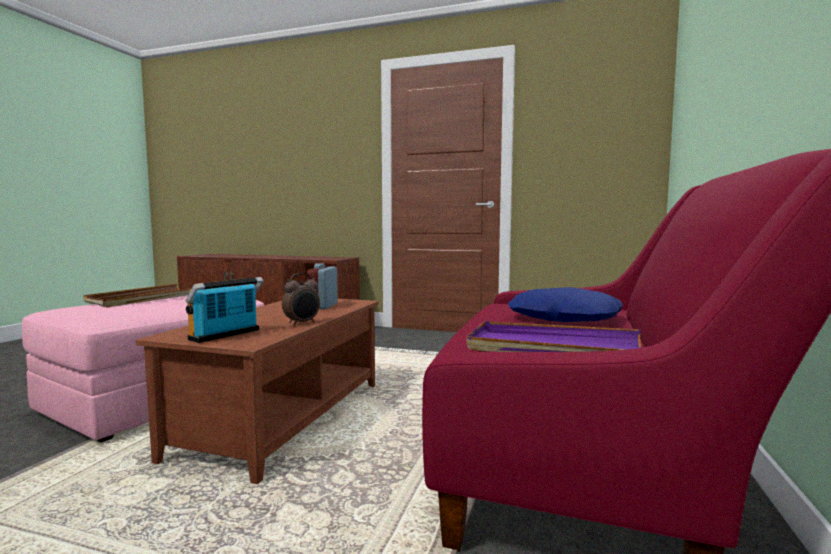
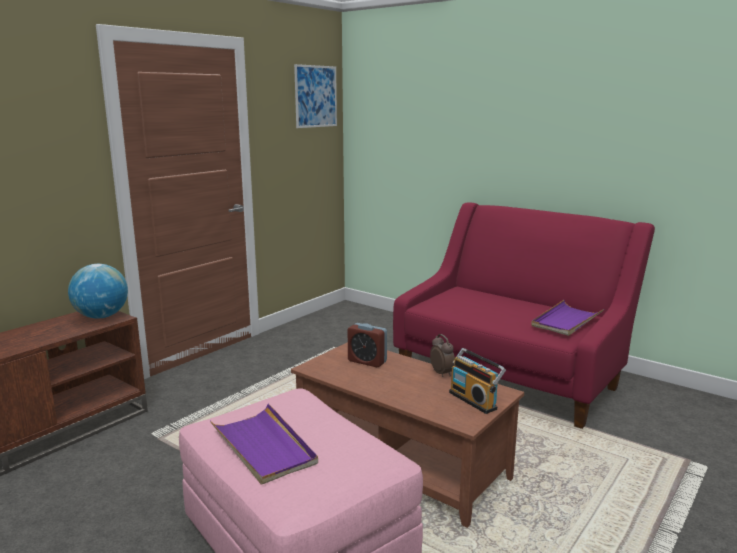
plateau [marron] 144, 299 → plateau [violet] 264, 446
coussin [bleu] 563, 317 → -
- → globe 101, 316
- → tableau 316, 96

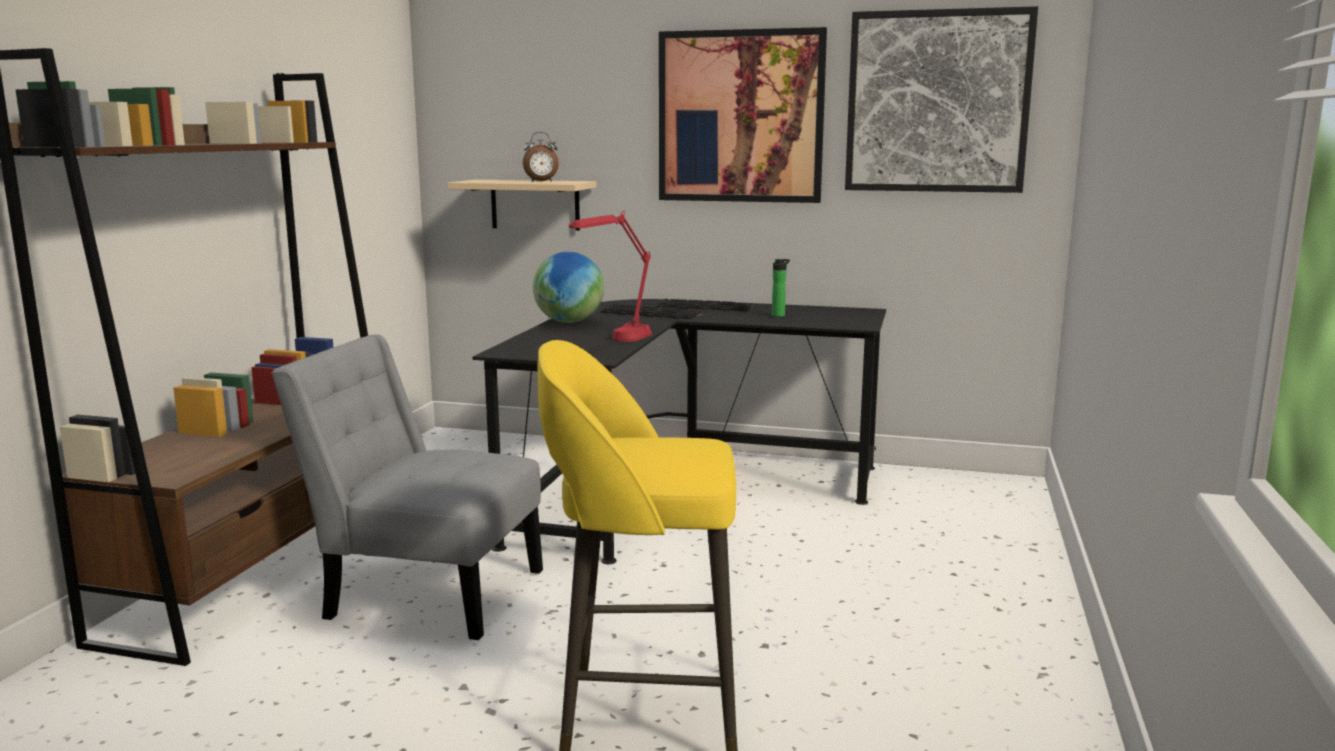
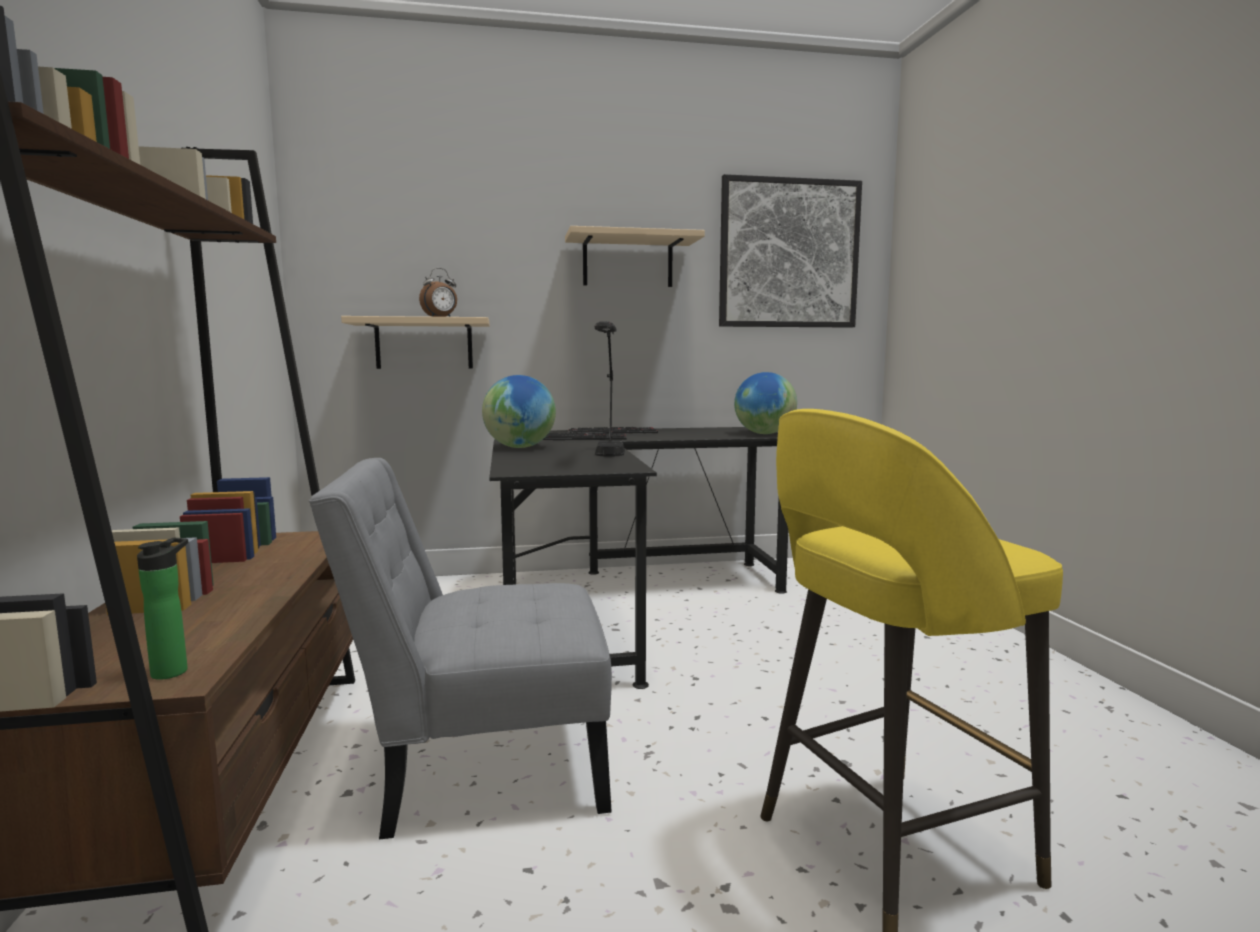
lampe de table [rouge] 615, 342 → lampe de table [noir] 608, 457
tableau 740, 117 → étagère [beige] 627, 262
bouteille 779, 315 → bouteille 174, 670, relocated
- → globe 764, 434

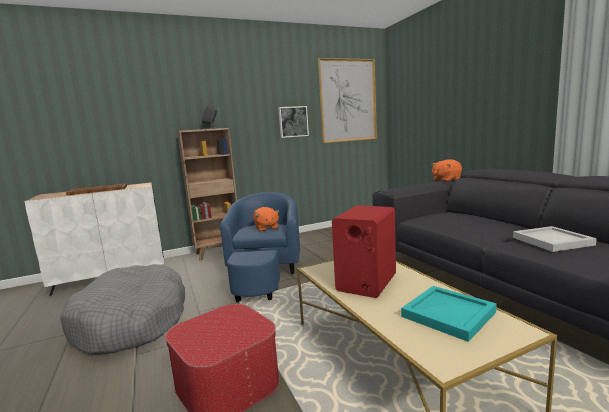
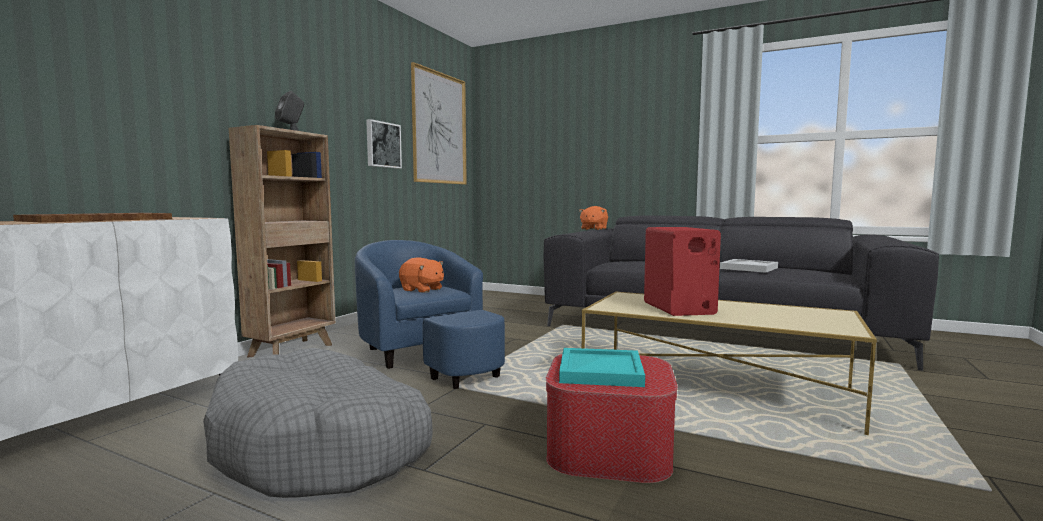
plateau [turquoise] 447, 313 → plateau [turquoise] 599, 370, relocated

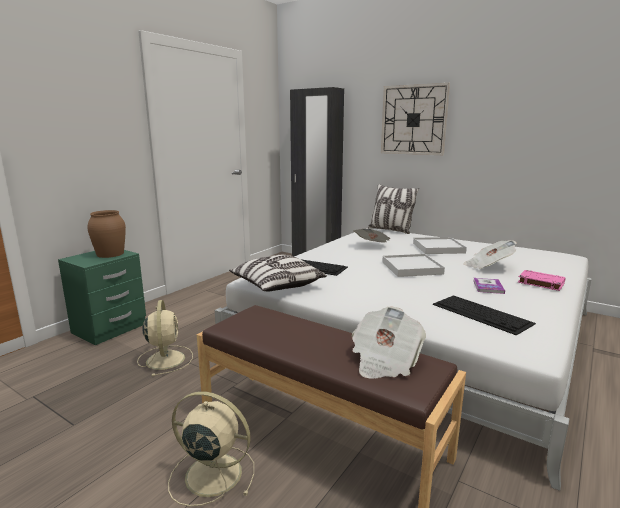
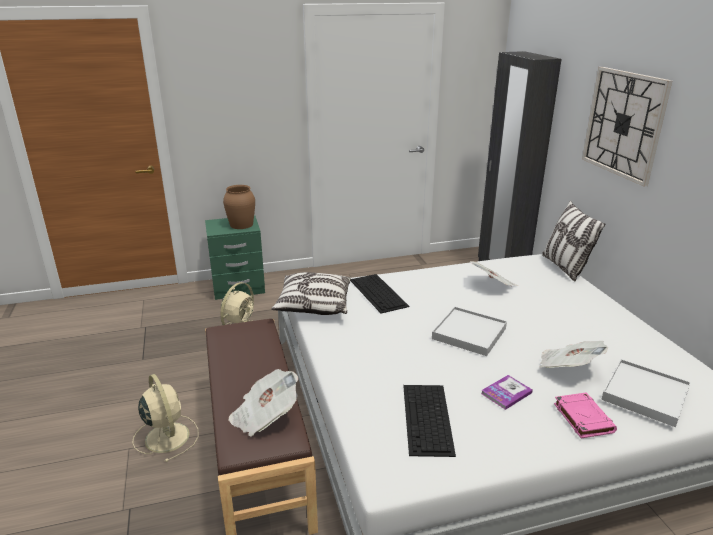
plateau [blanc] 438, 248 → plateau [blanc] 645, 395, relocated

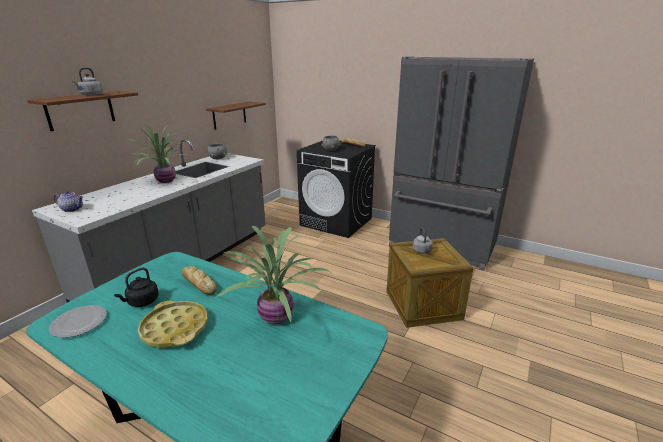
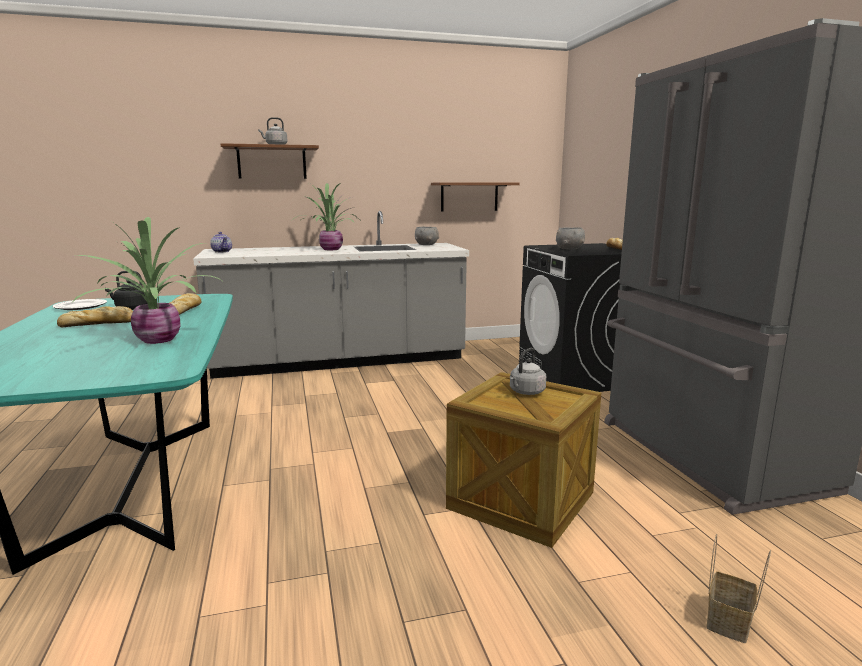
plateau [jaune] 175, 328 → pain 100, 323
- → panier 729, 623

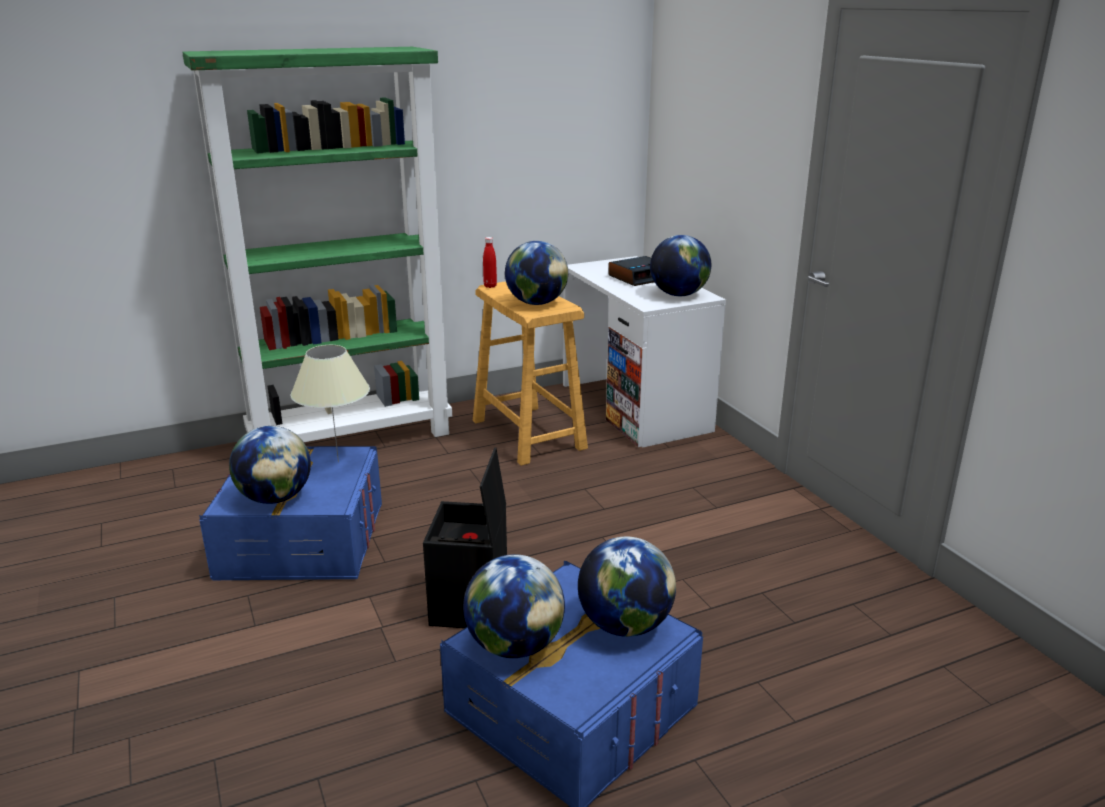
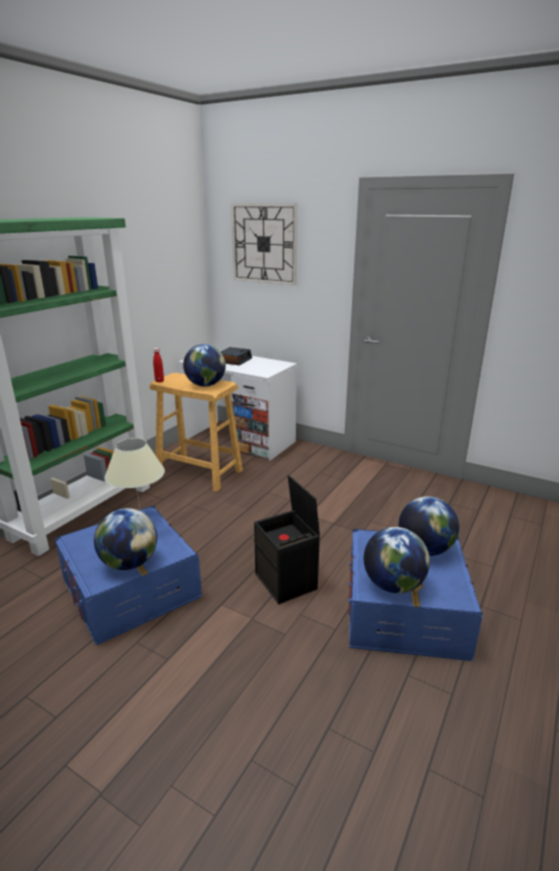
globe 678, 295 → -
- → horloge murale 264, 244

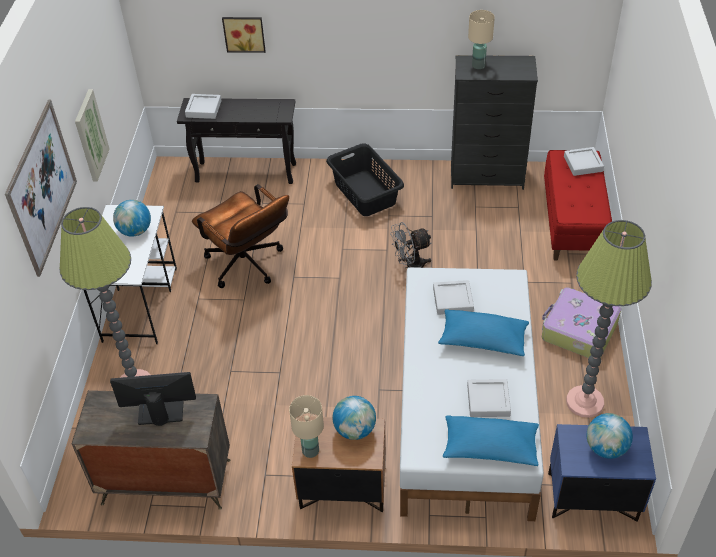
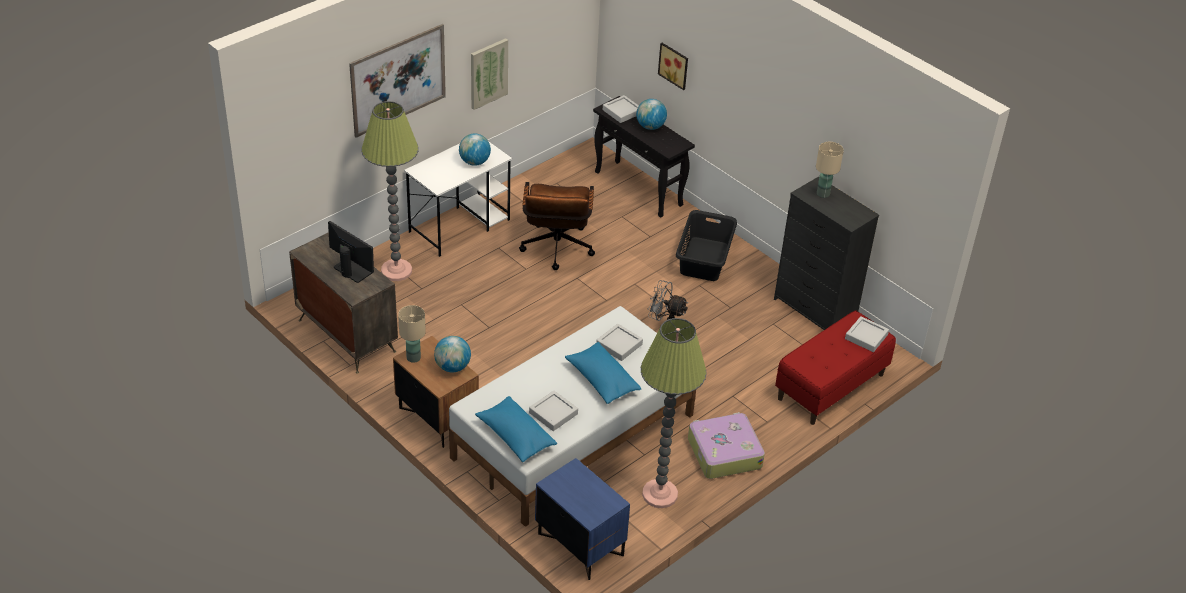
globe 606, 448 → globe 650, 126, relocated

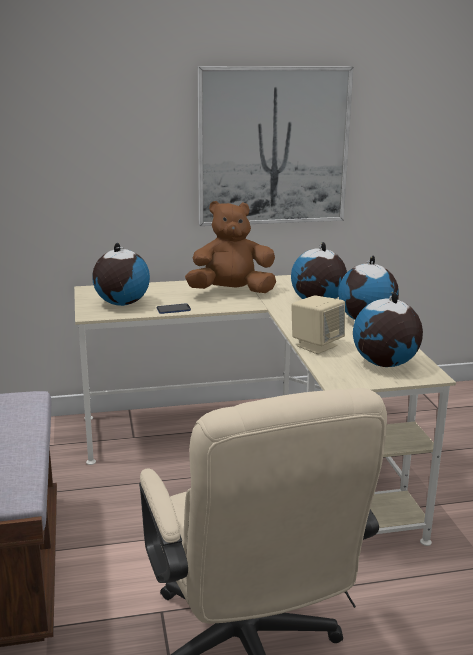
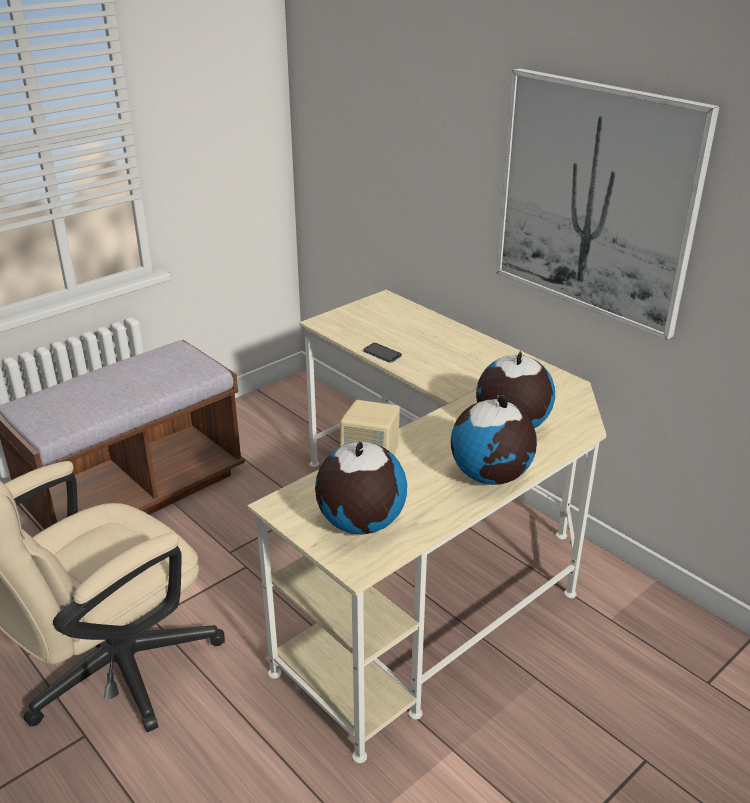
globe 121, 303 → -
peluche [marron] 231, 292 → -

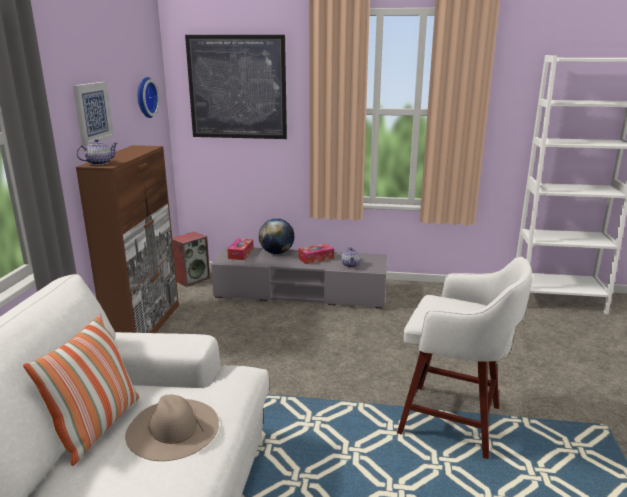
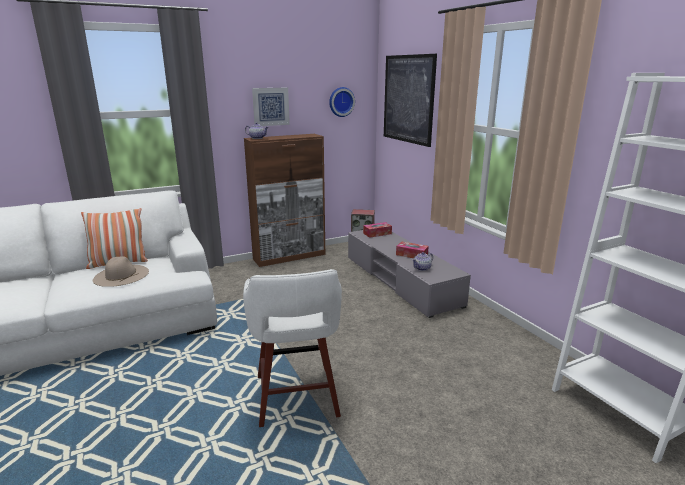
globe 277, 253 → -

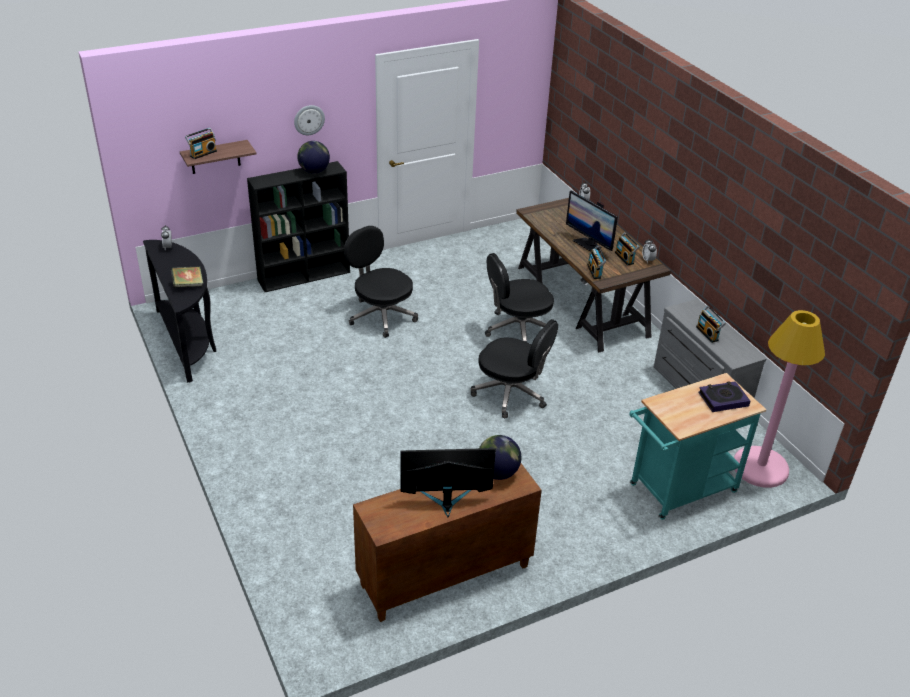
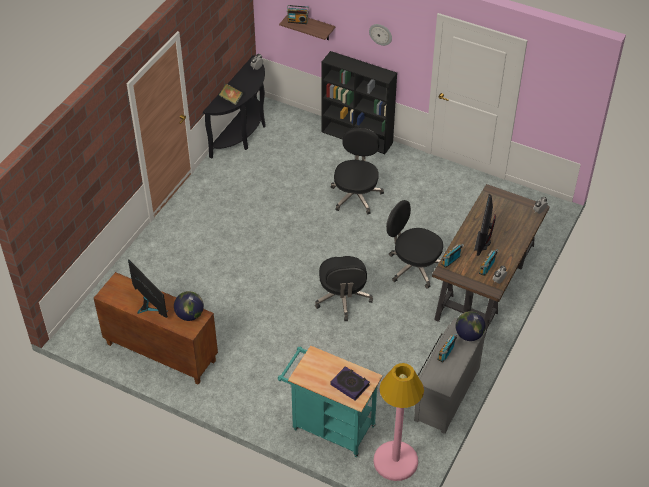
globe 314, 171 → globe 469, 335, relocated

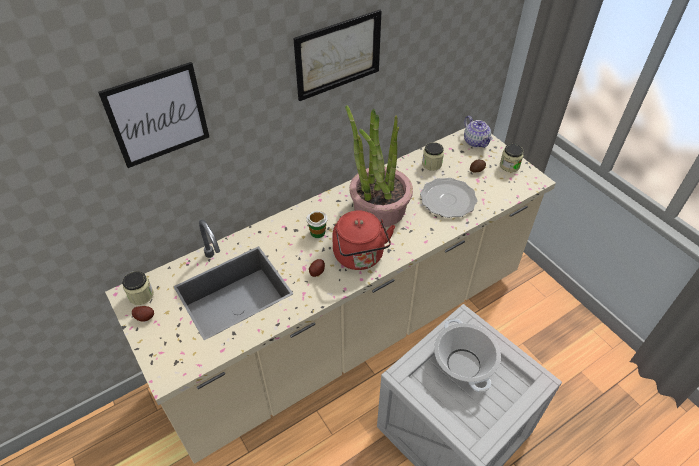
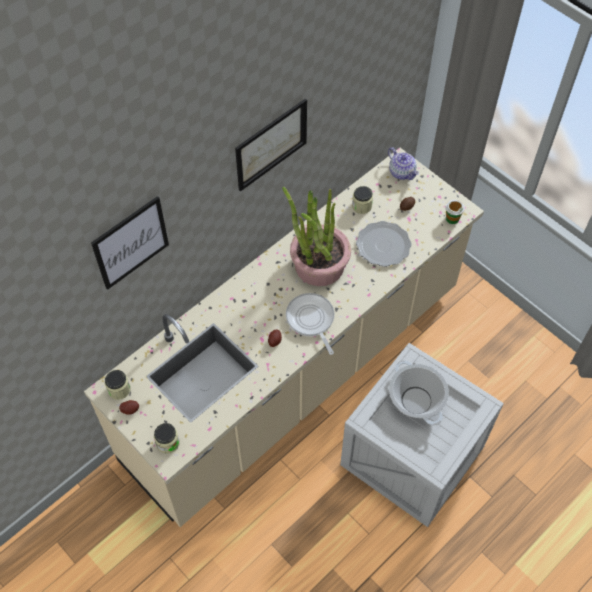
tasse 317, 232 → tasse 452, 218, relocated
bouilloire [rouge] 360, 257 → poêle 311, 320
bocal 509, 166 → bocal 168, 442, relocated

